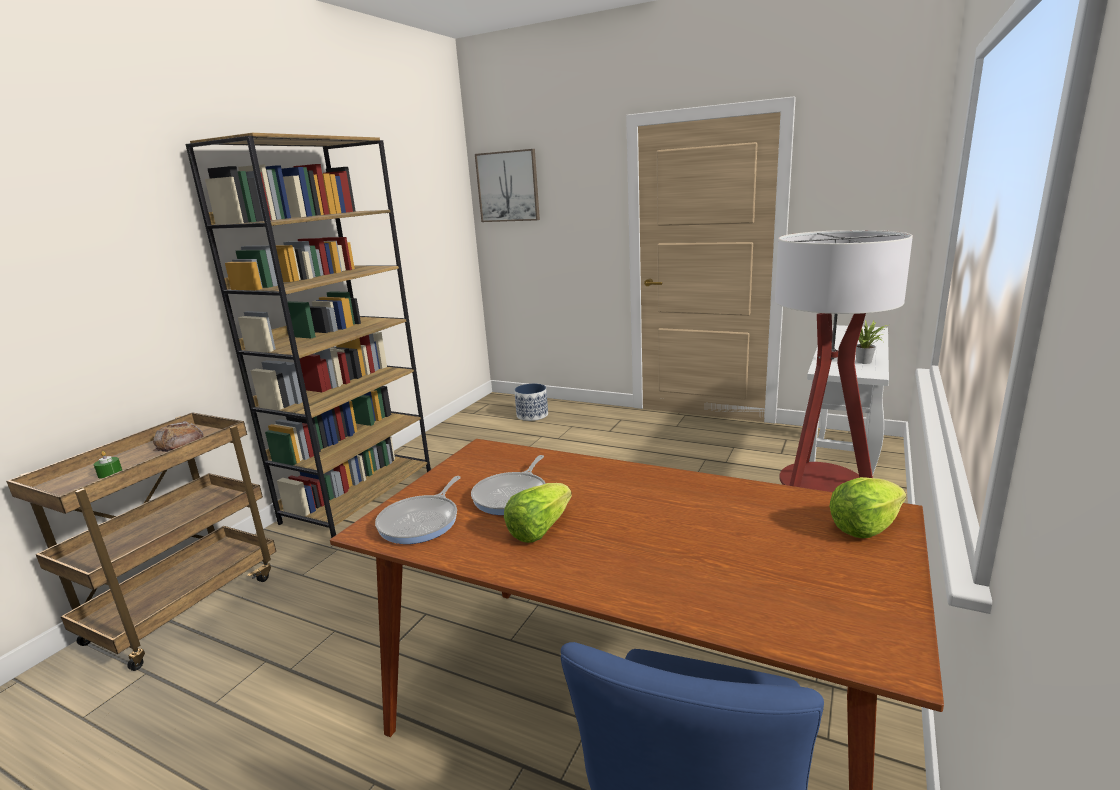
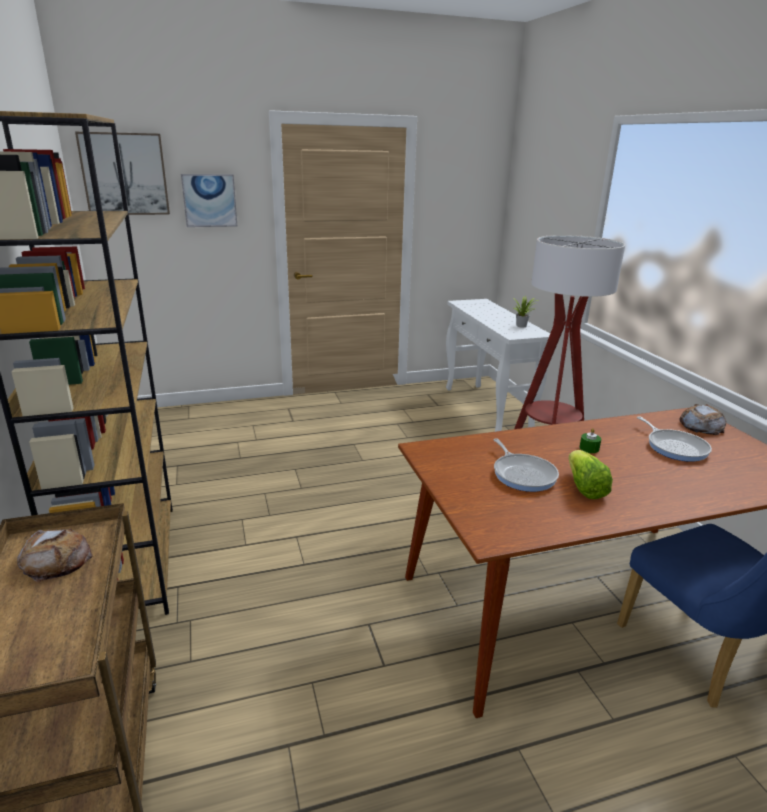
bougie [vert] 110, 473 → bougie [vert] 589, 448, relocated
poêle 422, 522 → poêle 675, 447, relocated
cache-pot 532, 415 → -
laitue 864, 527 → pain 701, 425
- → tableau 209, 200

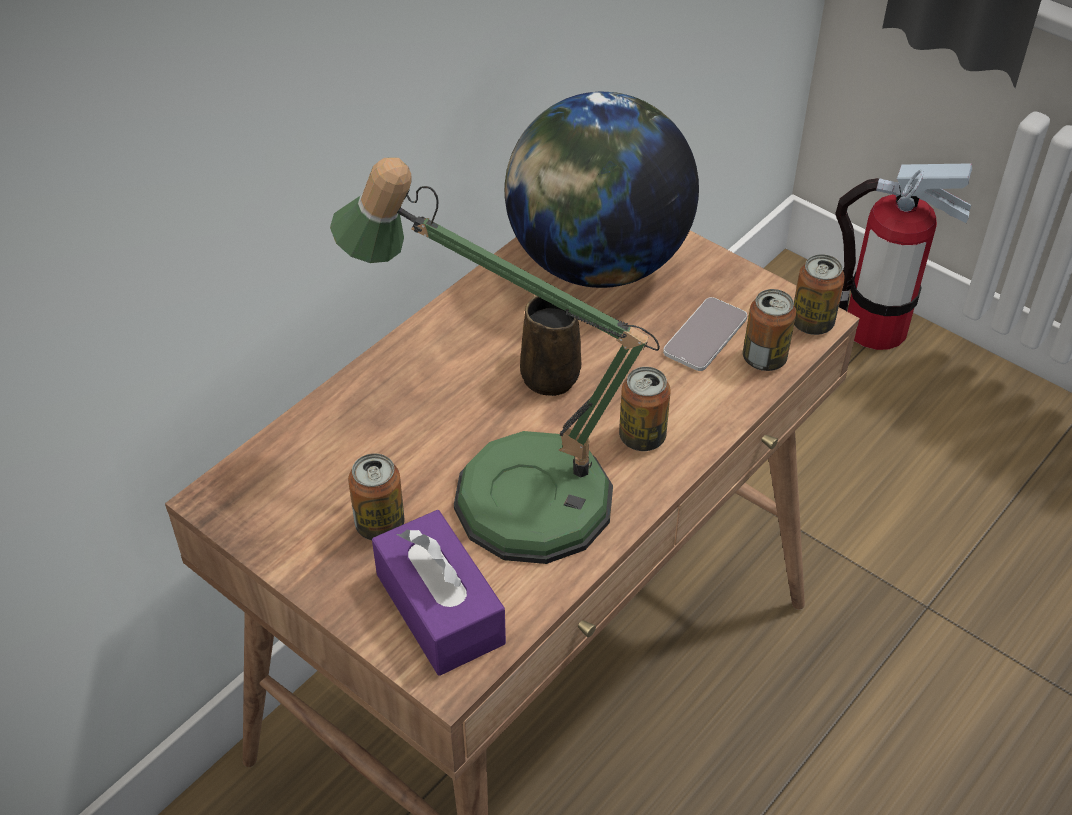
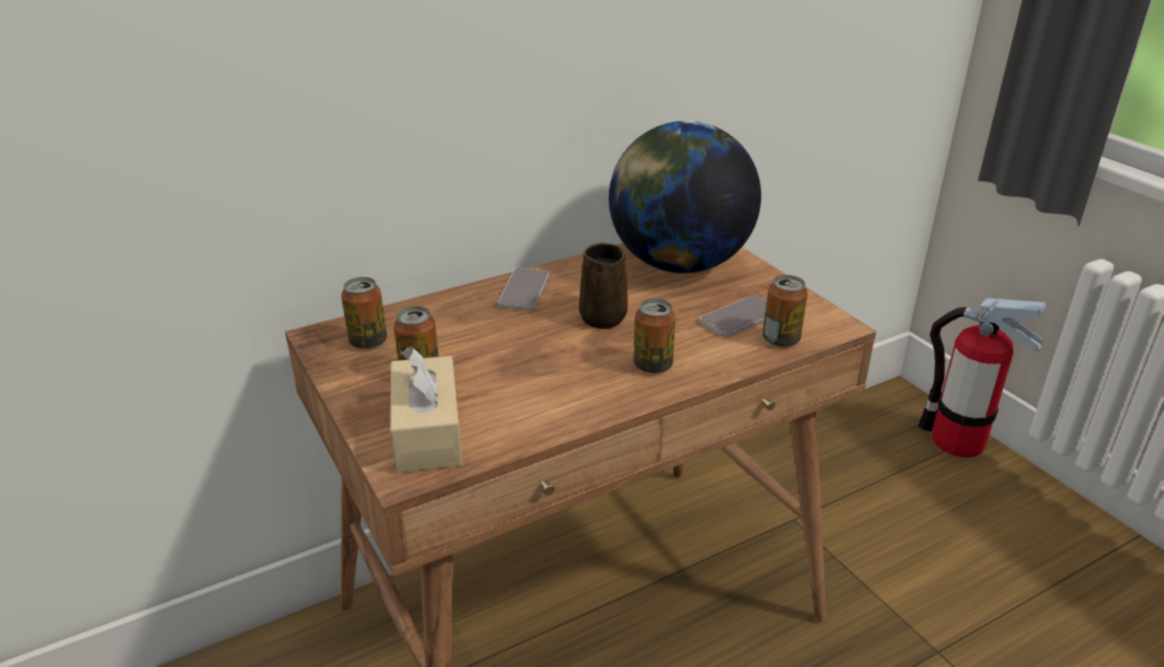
lampe de table 508, 487 → -
boîte à mouchoirs [violet] 440, 608 → boîte à mouchoirs [beige] 427, 432
boîte métallique 812, 323 → boîte métallique 368, 342, relocated
- → téléphone 524, 290

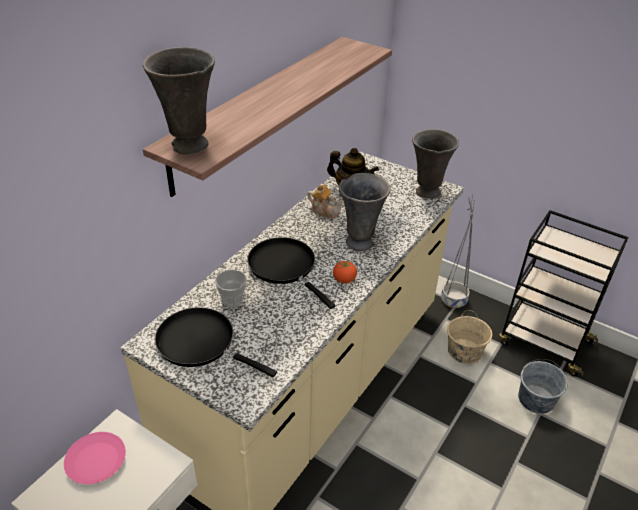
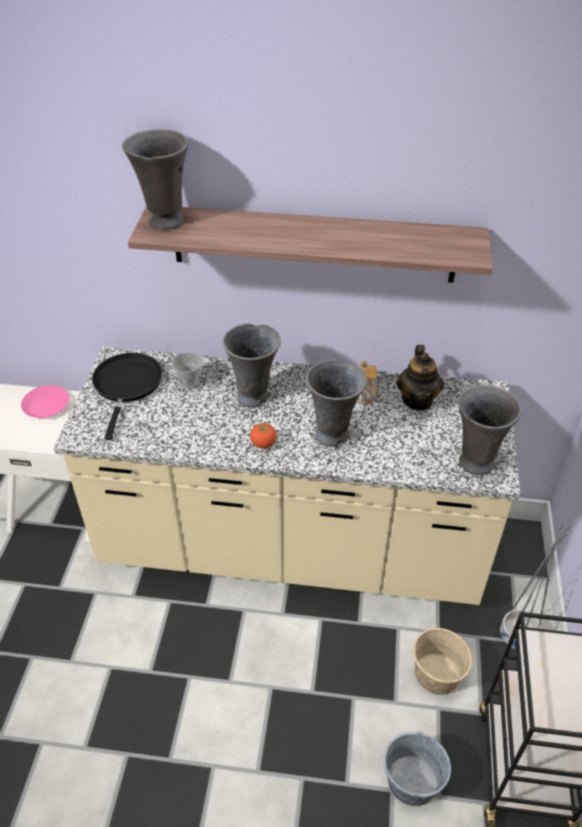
poêle [noir] 285, 267 → vase [gris] 254, 397

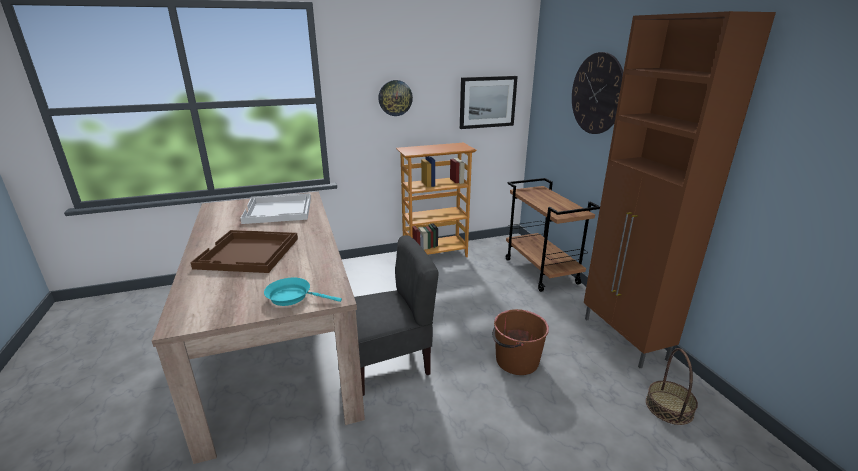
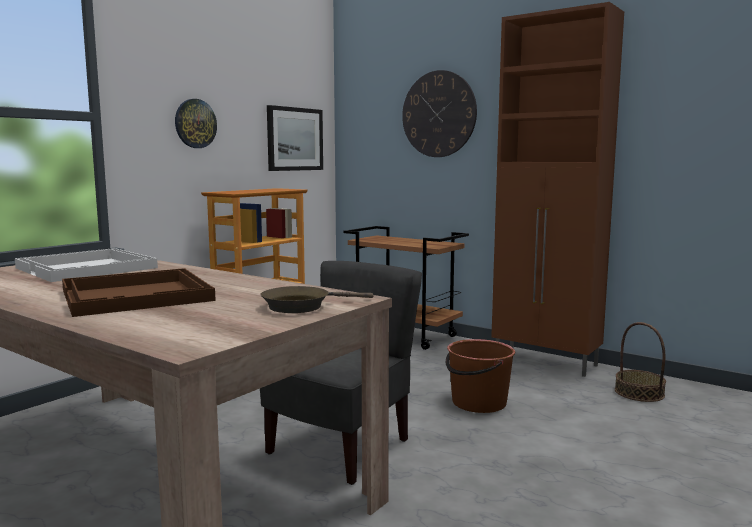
poêle [turquoise] 293, 297 → poêle [marron] 301, 306

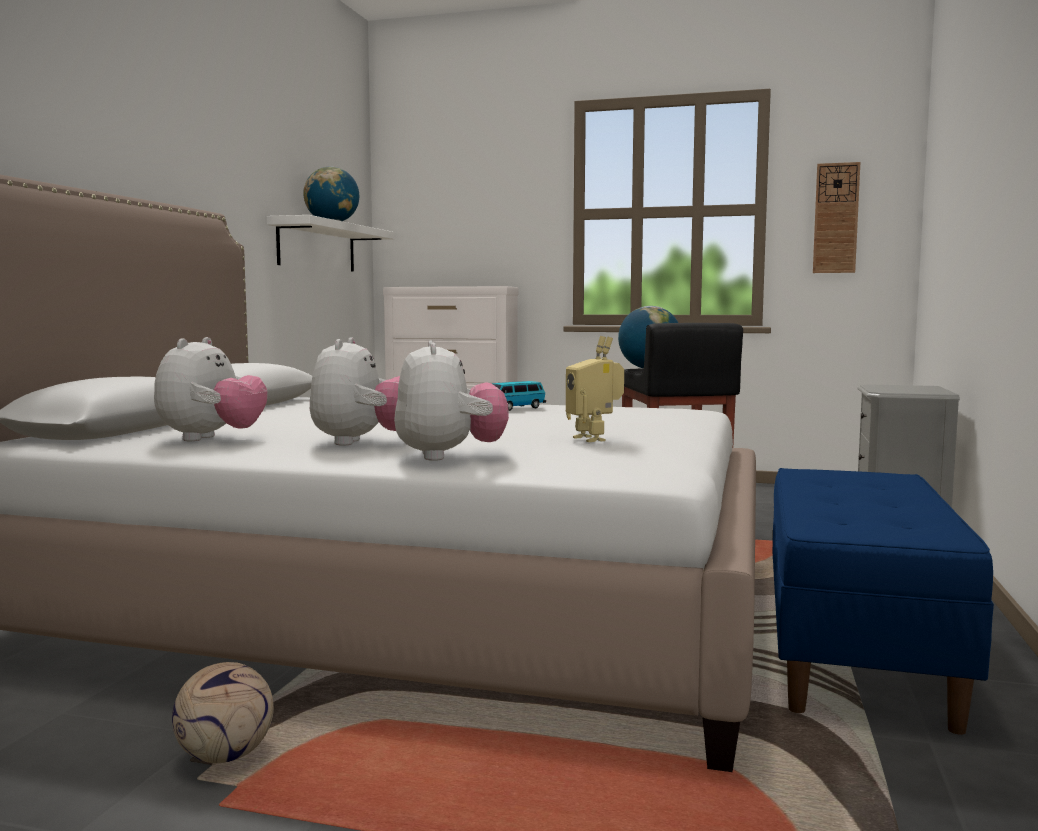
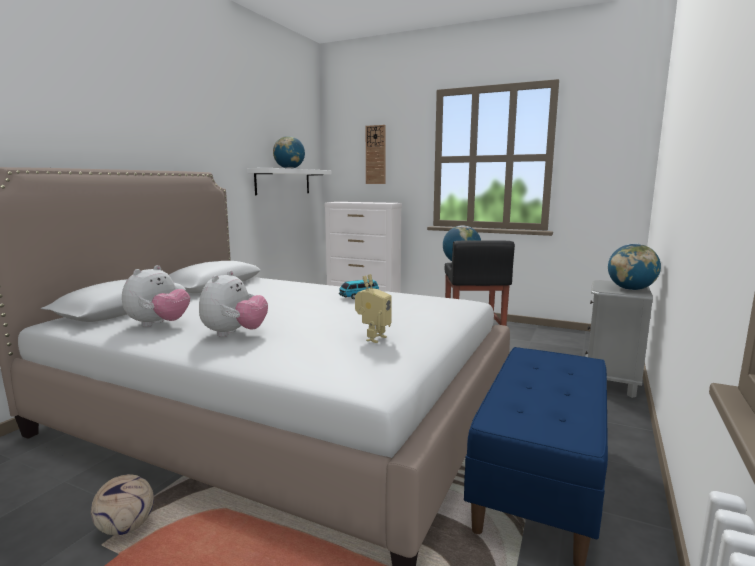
peluche 449, 456 → -
robot jouet 594, 439 → robot jouet 373, 338, 135 degrees counterclockwise
horloge murale 836, 218 → horloge murale 375, 155, relocated
- → globe 631, 289

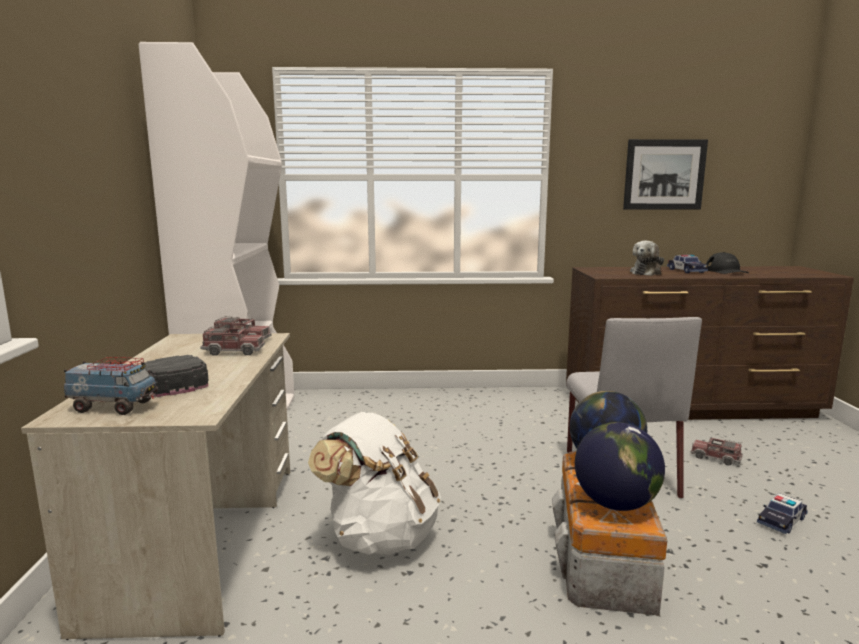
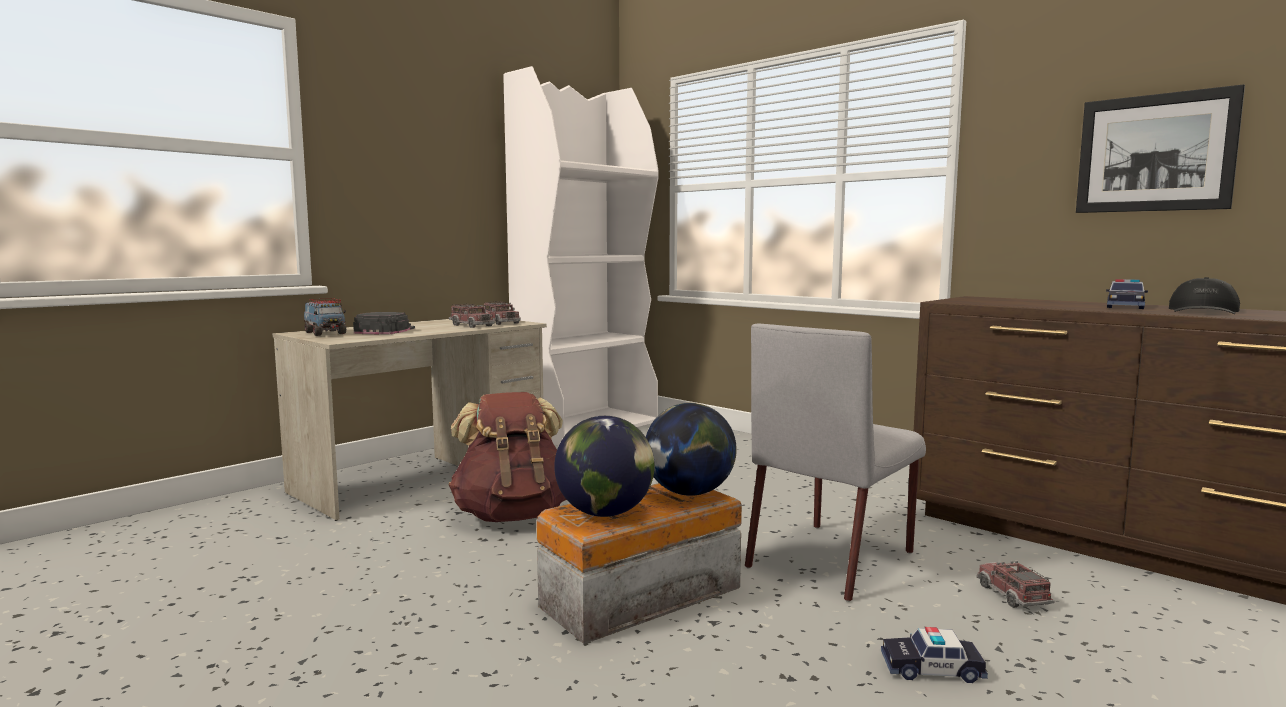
sac à dos [blanc] 379, 536 → sac à dos [marron] 513, 516
peluche 646, 273 → -

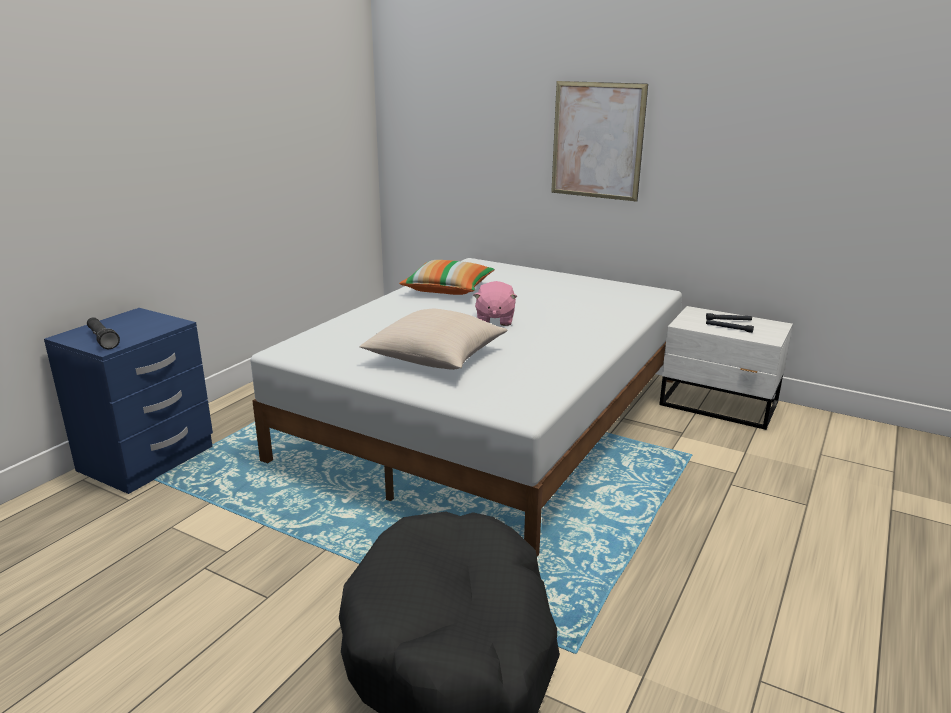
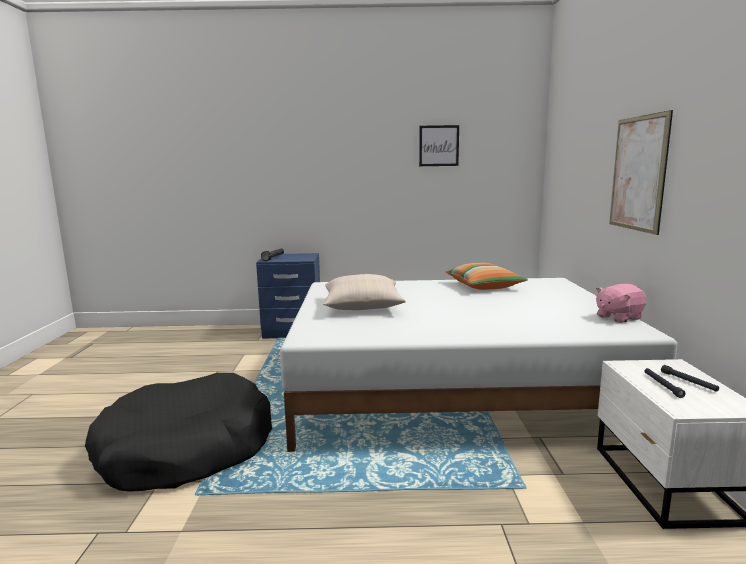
peluche [rose] 494, 320 → peluche [rose] 618, 317, relocated
- → tableau 439, 146

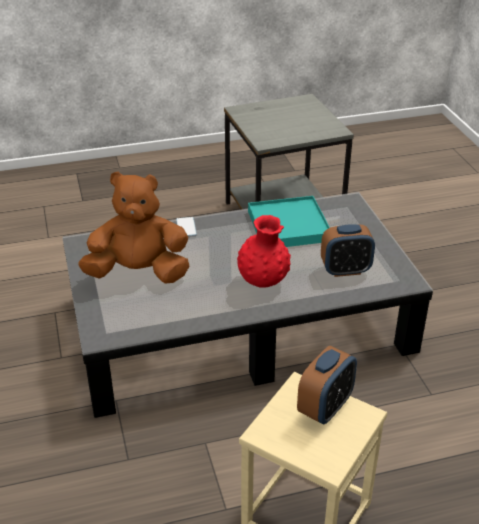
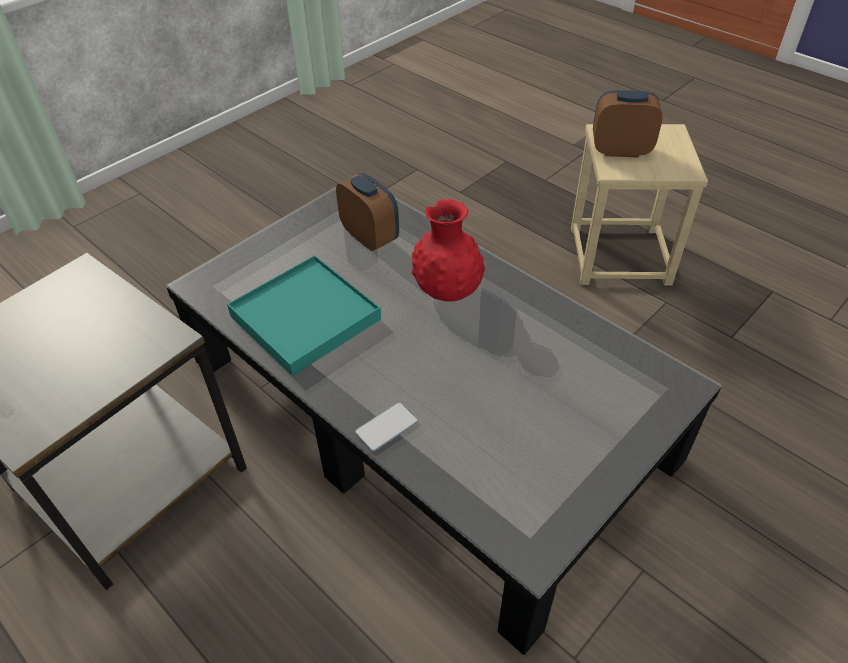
peluche [marron] 139, 273 → -

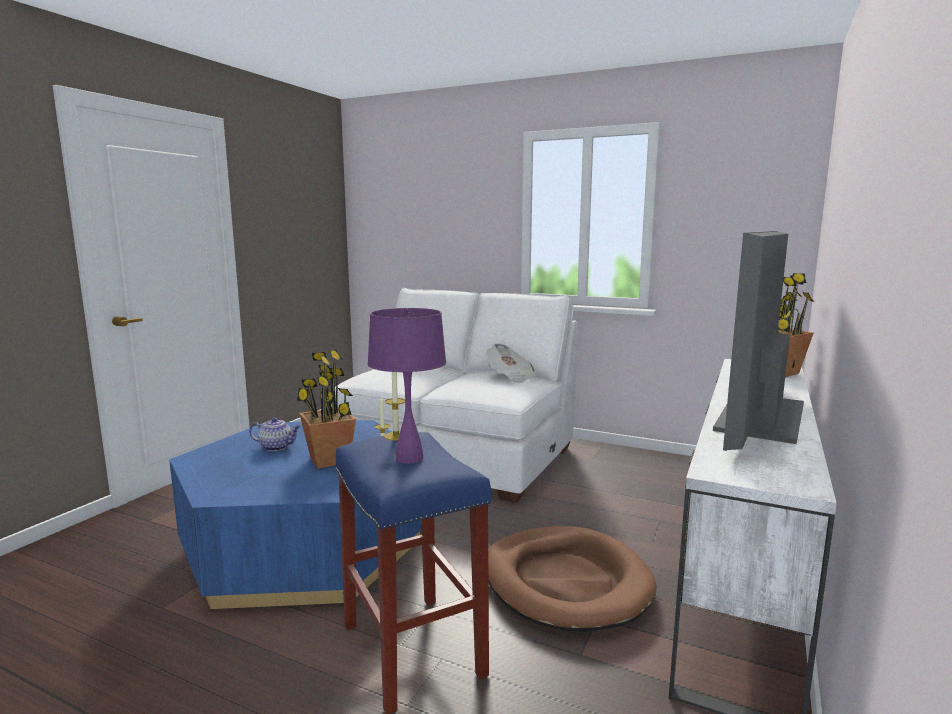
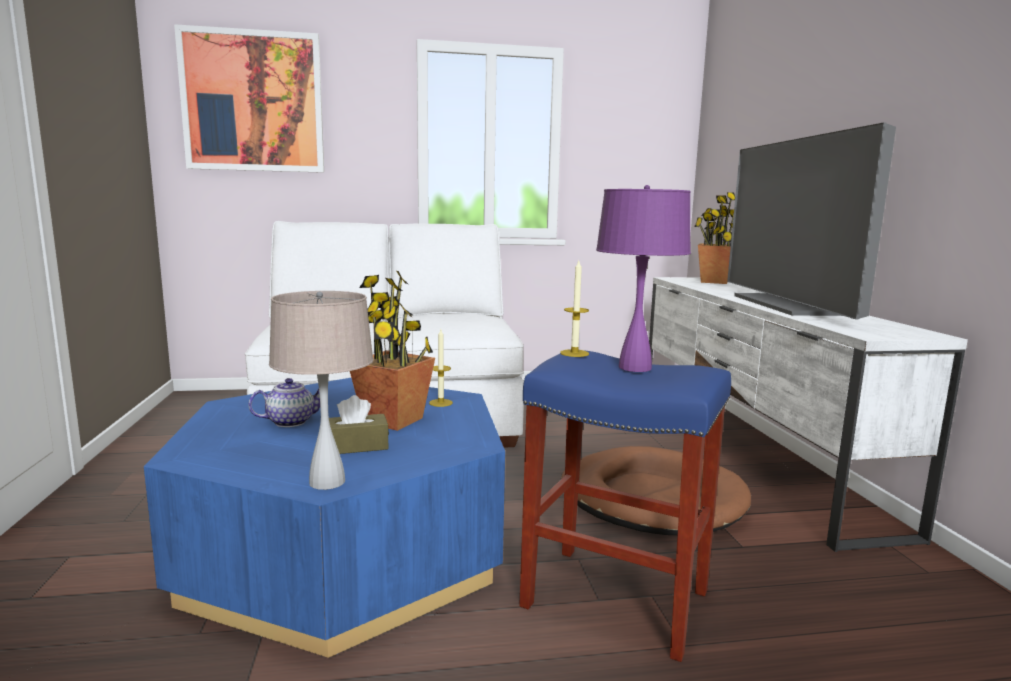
journal 510, 377 → -
- → tableau 253, 102
- → lampe de table [beige] 327, 481
- → boîte à mouchoirs [marron] 355, 446

